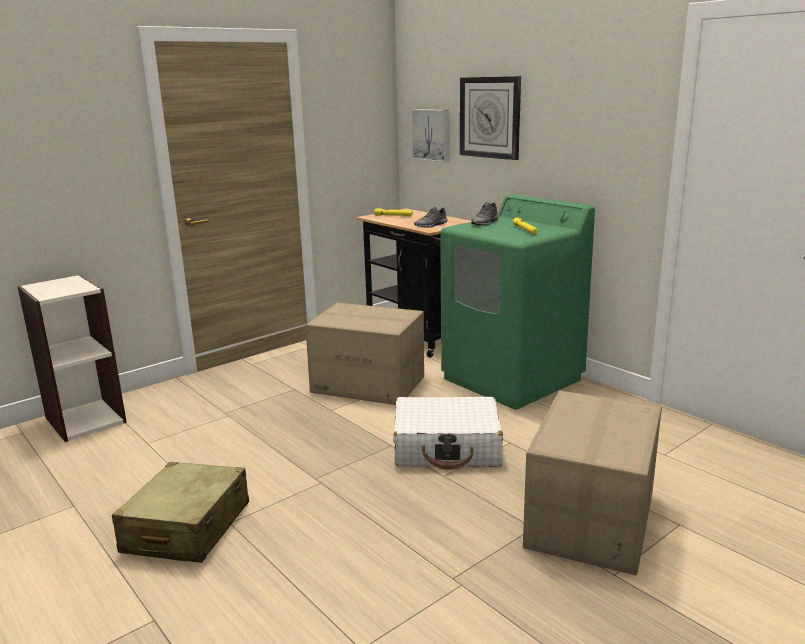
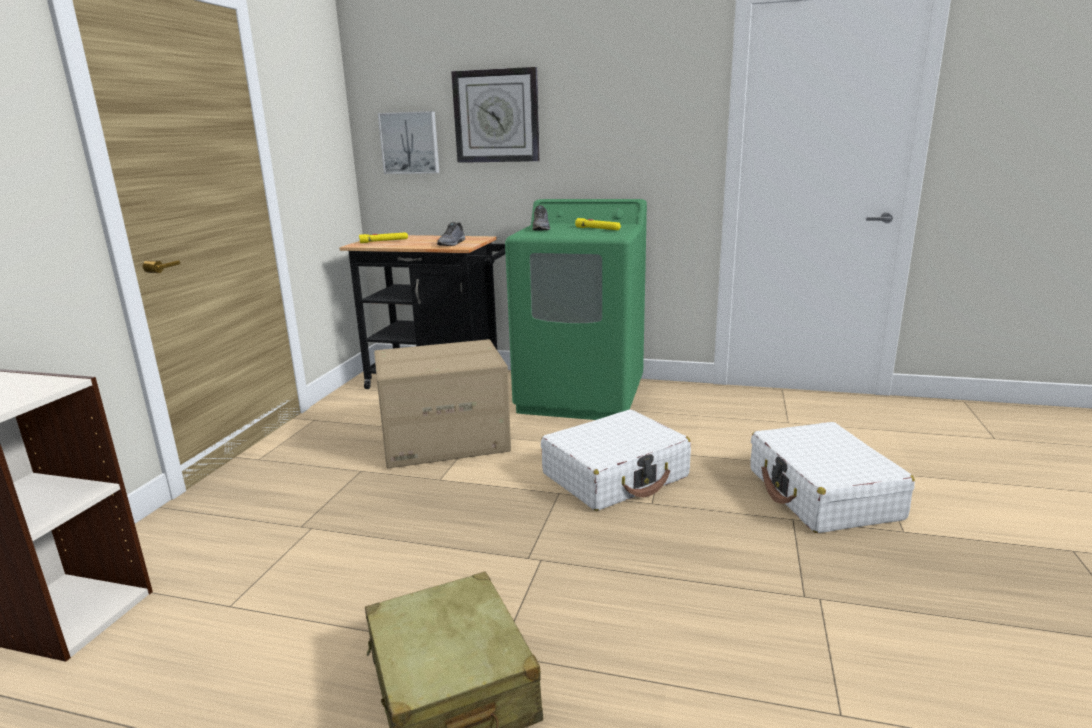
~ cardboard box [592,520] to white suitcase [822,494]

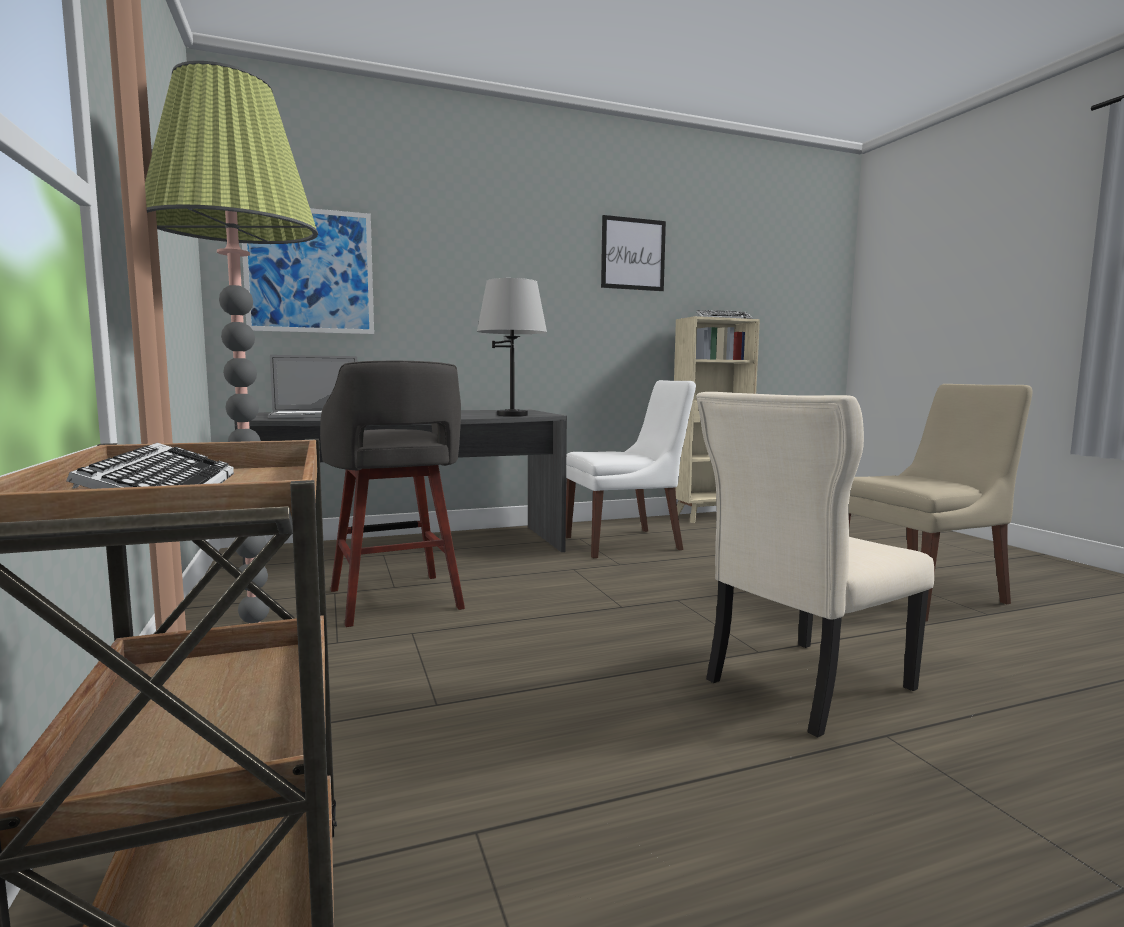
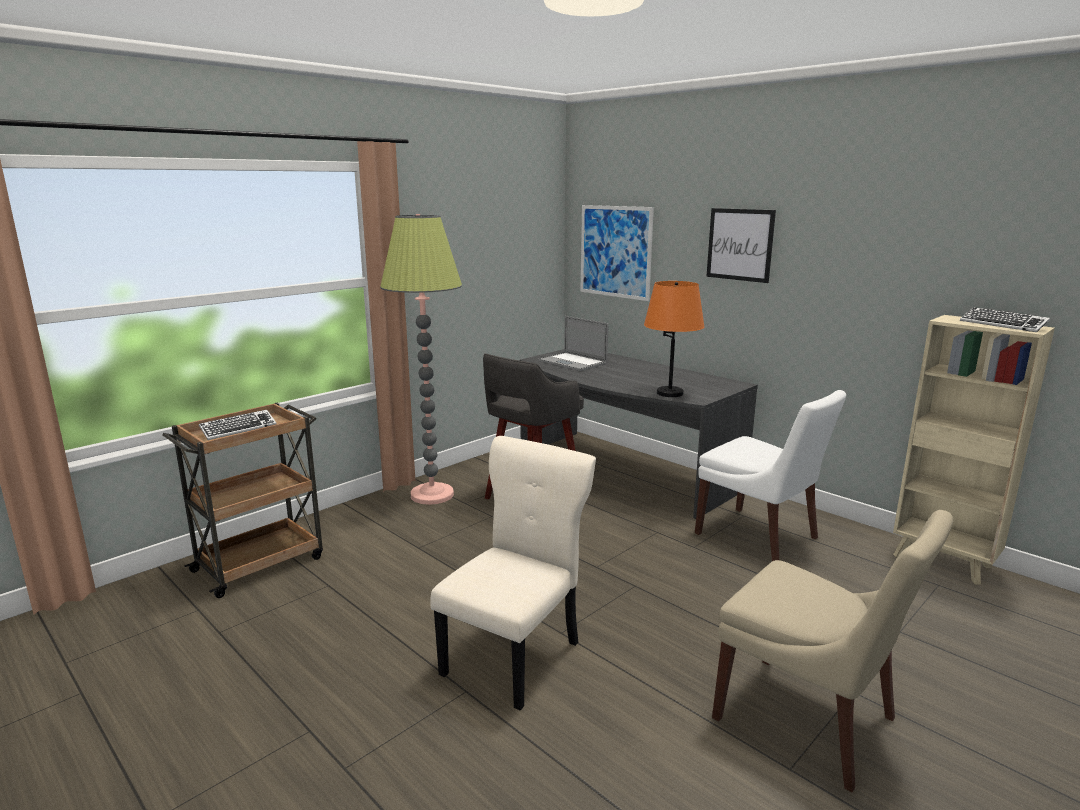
~ picture [633,254] to [740,244]
~ grey table lamp [512,415] to orange table lamp [670,393]
~ beige chair [803,686] = [515,655] 90 degrees clockwise

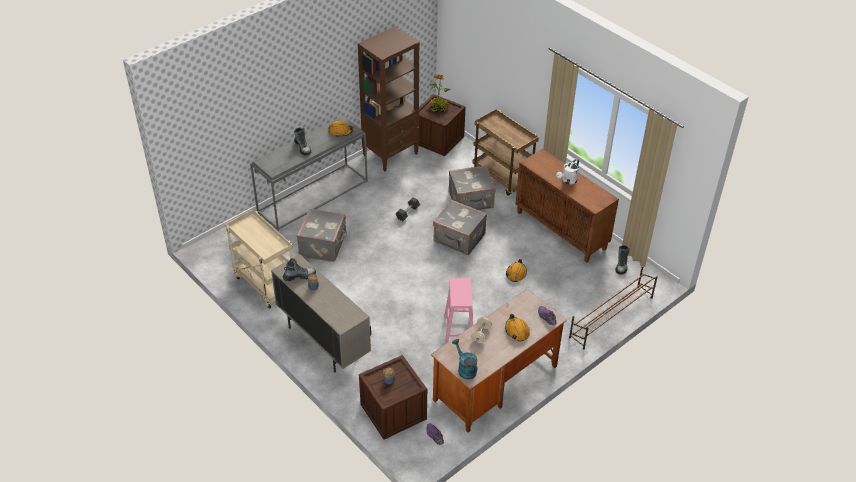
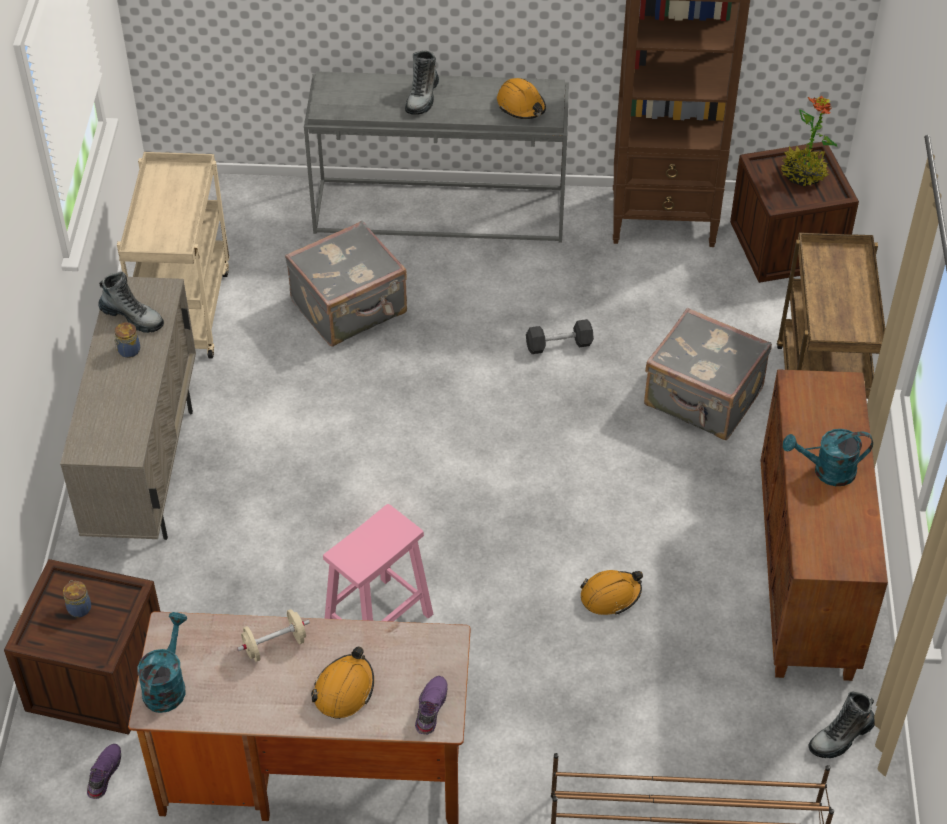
~ white watering can [567,181] to turquoise watering can [826,471]
- grey suitcase [459,239]

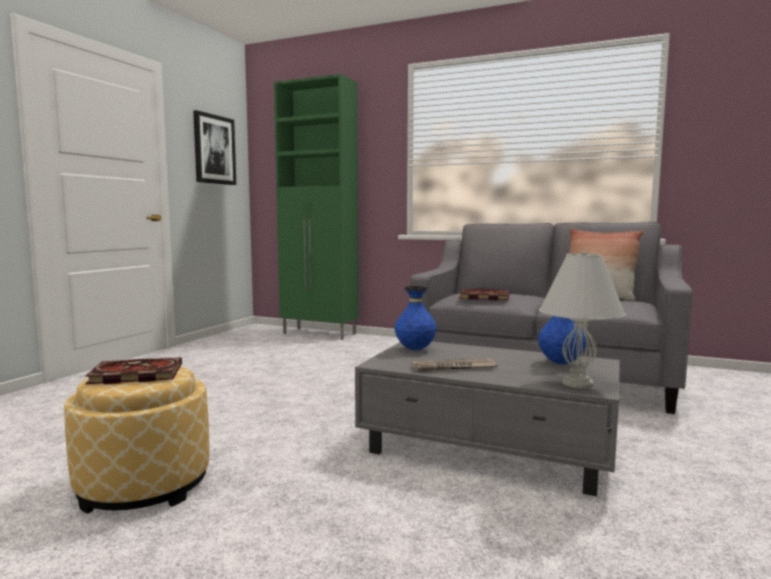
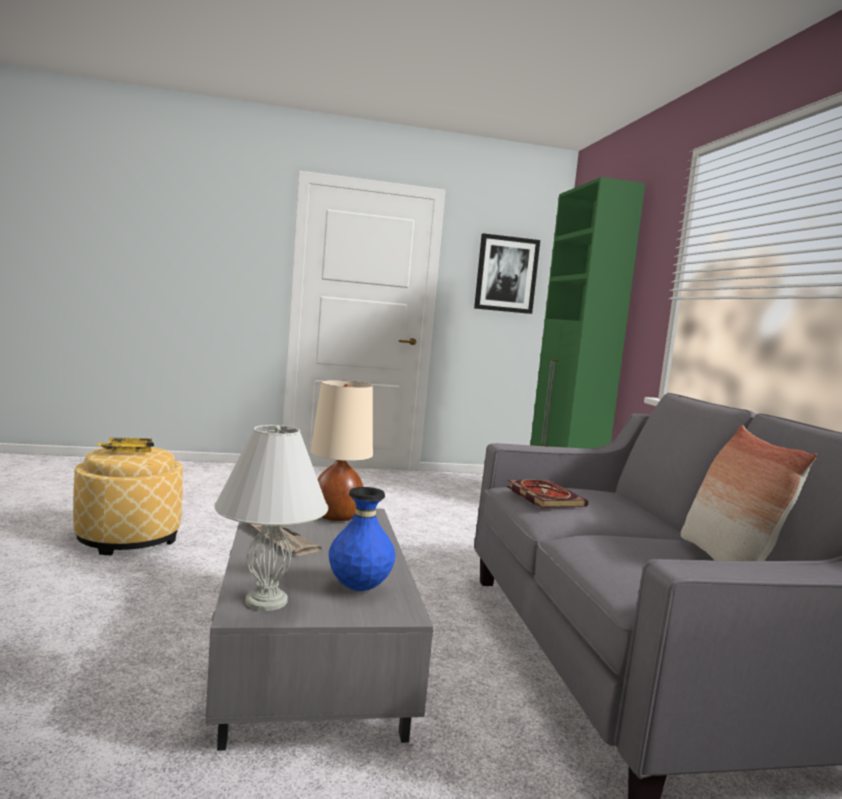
~ blue vase [415,349] to beige table lamp [337,517]
~ book [134,375] to yellow tray [128,451]

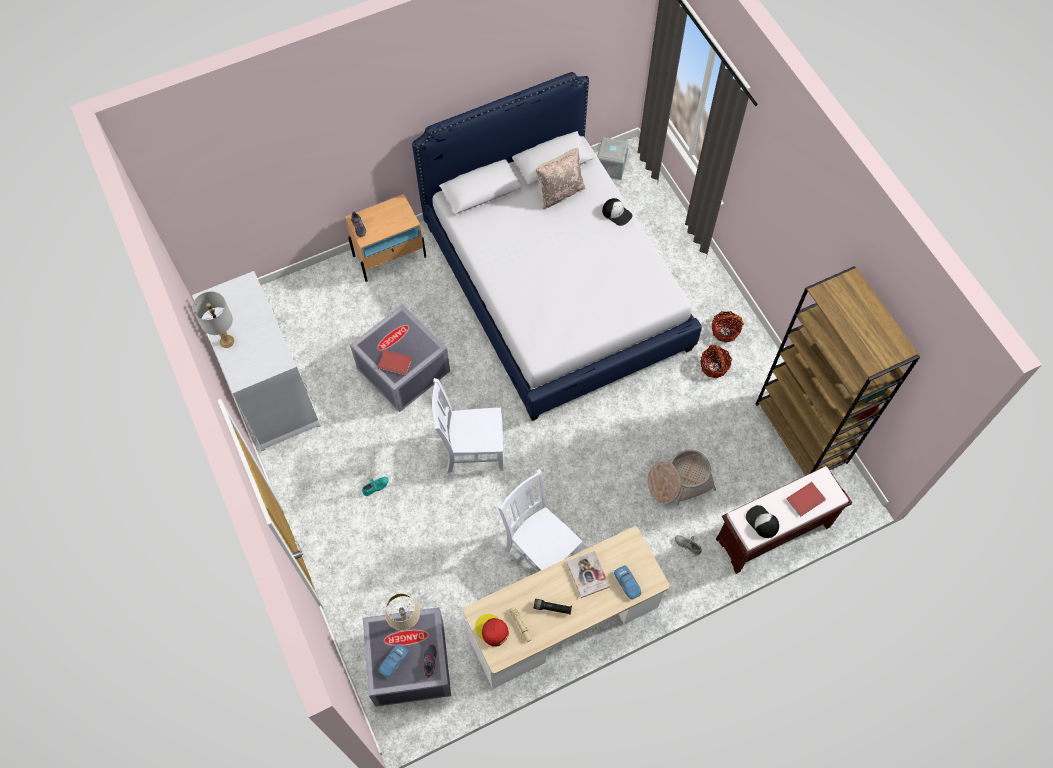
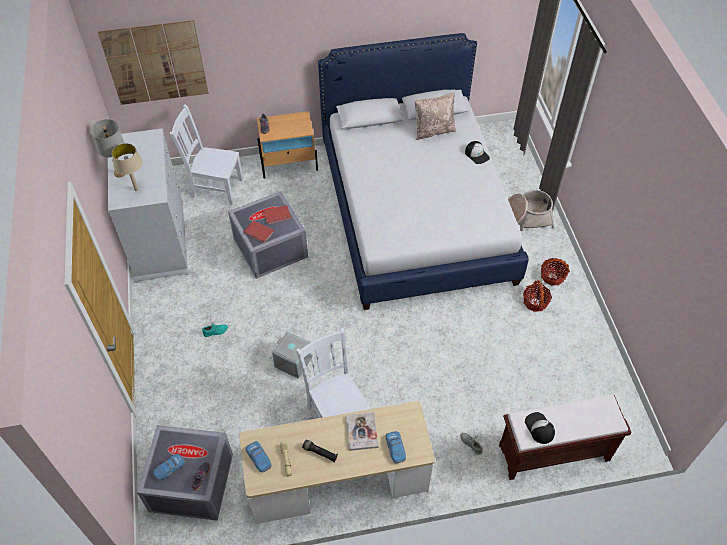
~ grey storage box [610,167] to [293,362]
- brown bookcase [802,433]
~ white chair [471,450] to [215,187]
~ basket [679,481] to [526,217]
~ red book [806,500] to [277,216]
~ beige table lamp [407,624] to [136,189]
~ red cap [492,630] to toy car [259,458]
+ picture [156,63]

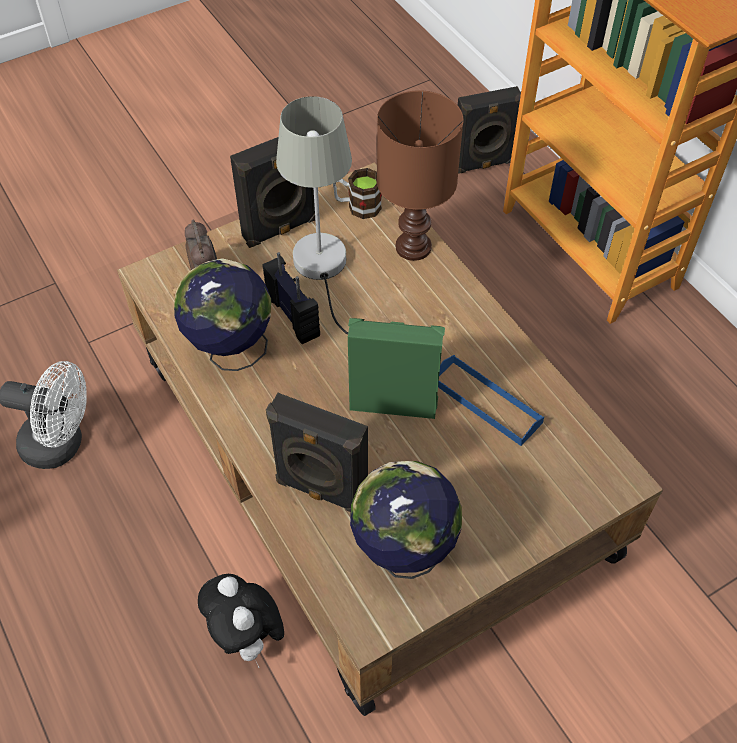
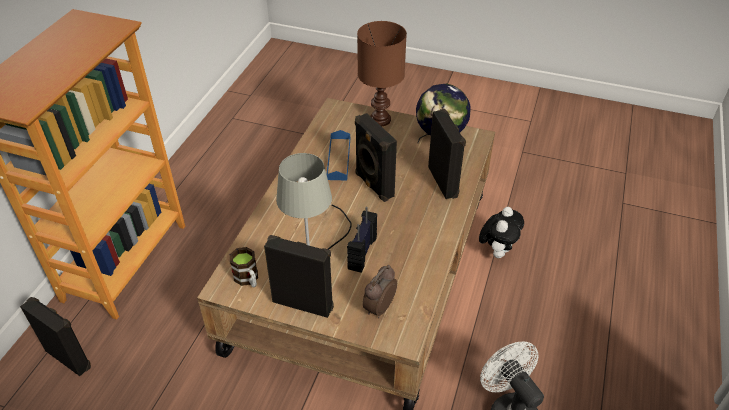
~ brown table lamp [412,248] to [381,119]
- globe [231,352]
~ green speaker [393,403] to black speaker [373,185]

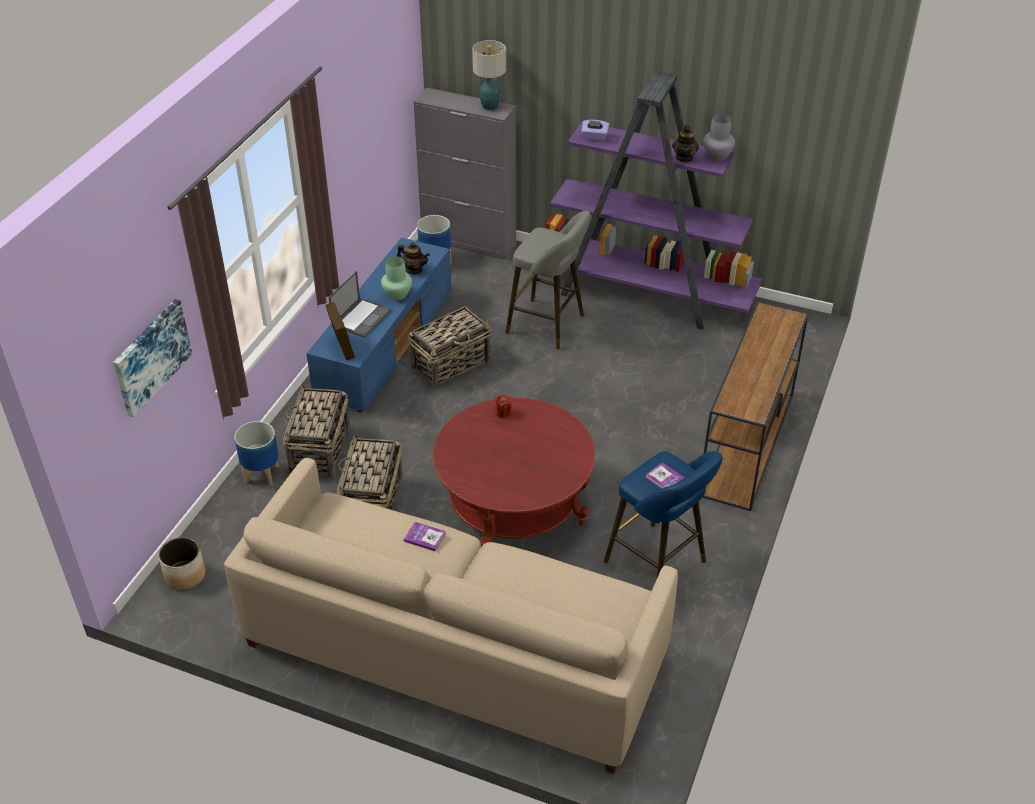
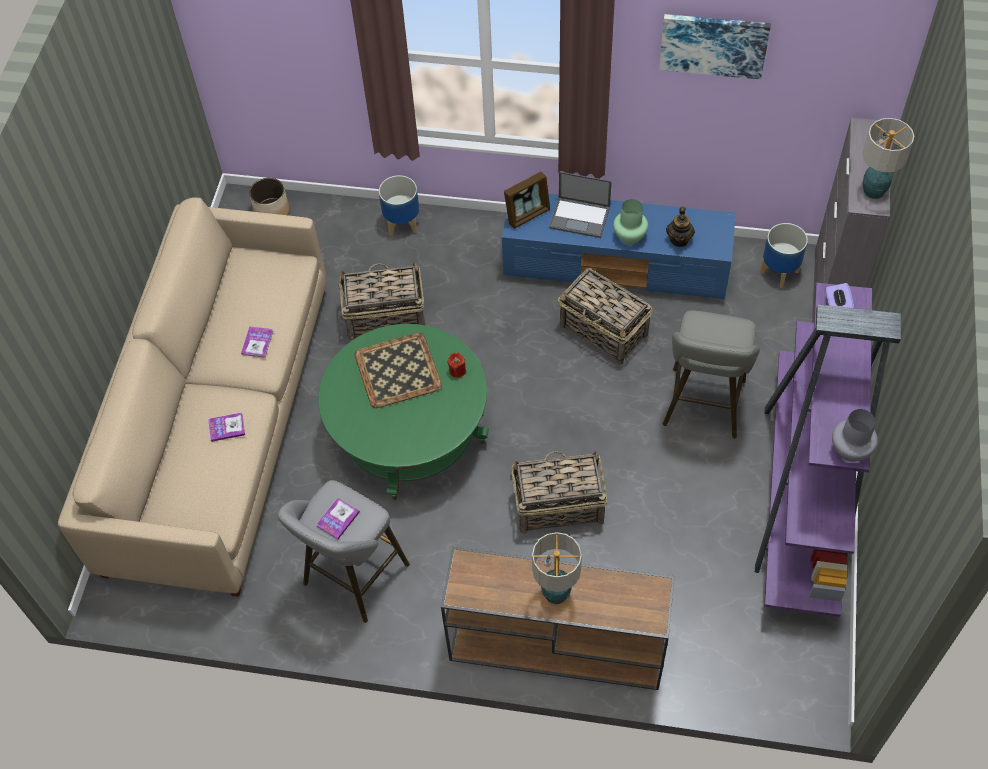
- teapot [684,157]
~ picture [151,356] to [713,44]
~ basket [320,450] to [557,506]
~ red coffee table [513,504] to green coffee table [409,433]
~ blue stool [659,565] to grey stool [352,579]
+ tray [398,371]
+ book [227,427]
+ table lamp [555,594]

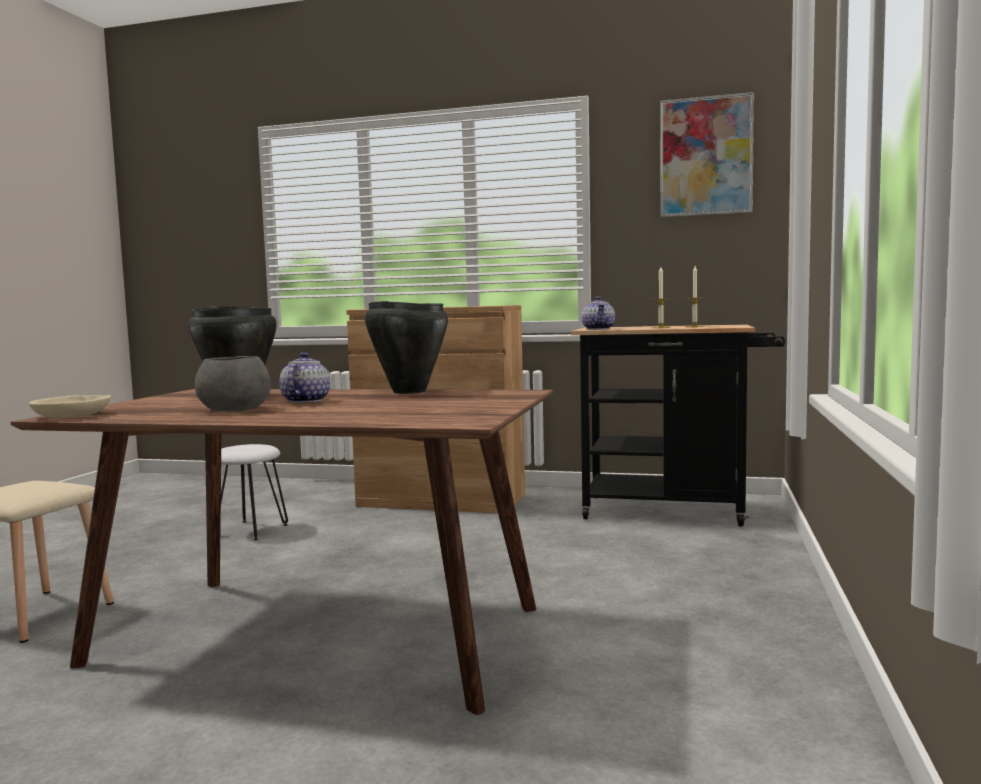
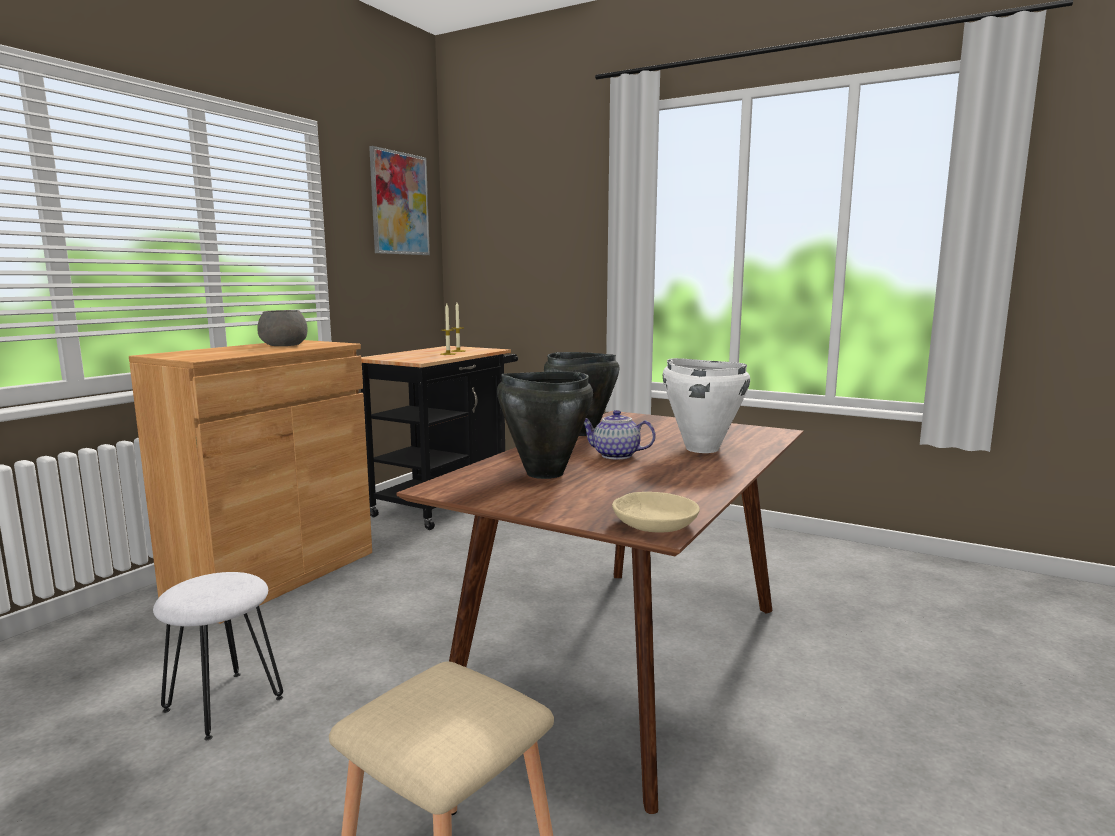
- teapot [598,329]
~ grey bowl [236,409] to [284,345]
+ white cooking pot [701,449]

